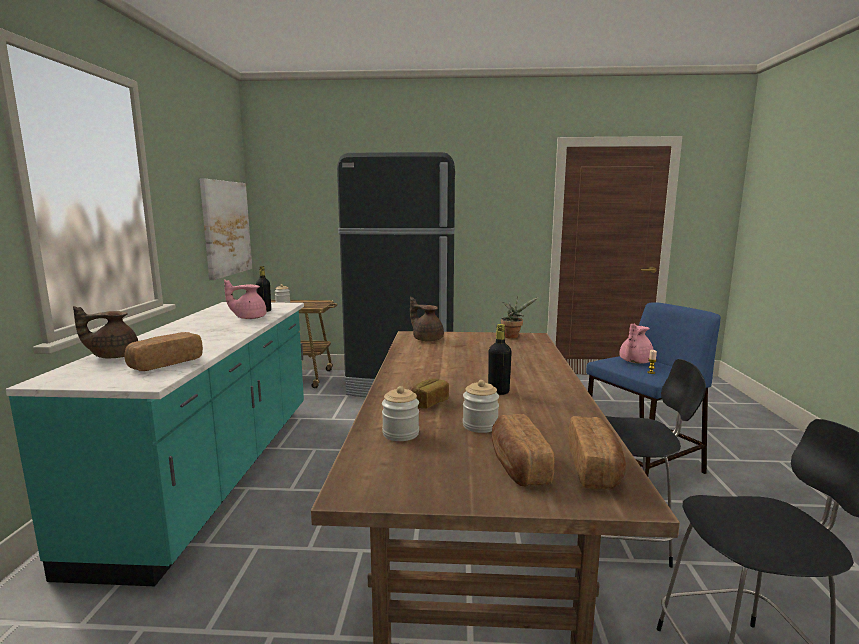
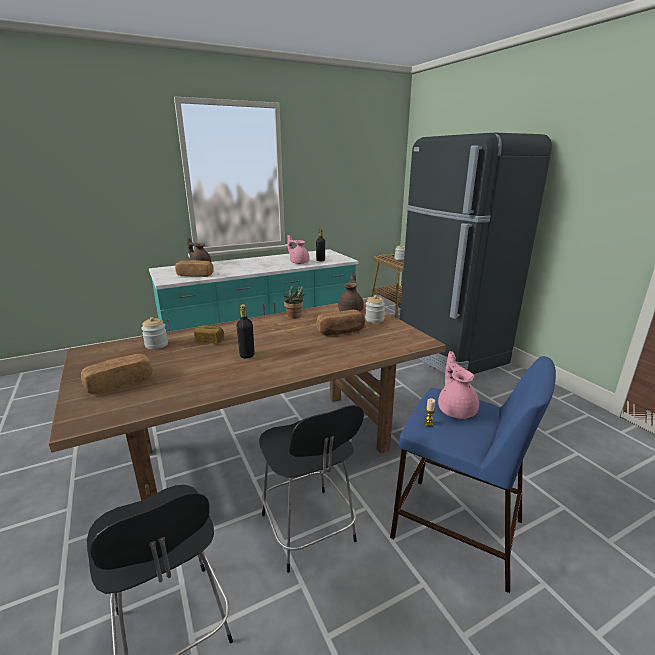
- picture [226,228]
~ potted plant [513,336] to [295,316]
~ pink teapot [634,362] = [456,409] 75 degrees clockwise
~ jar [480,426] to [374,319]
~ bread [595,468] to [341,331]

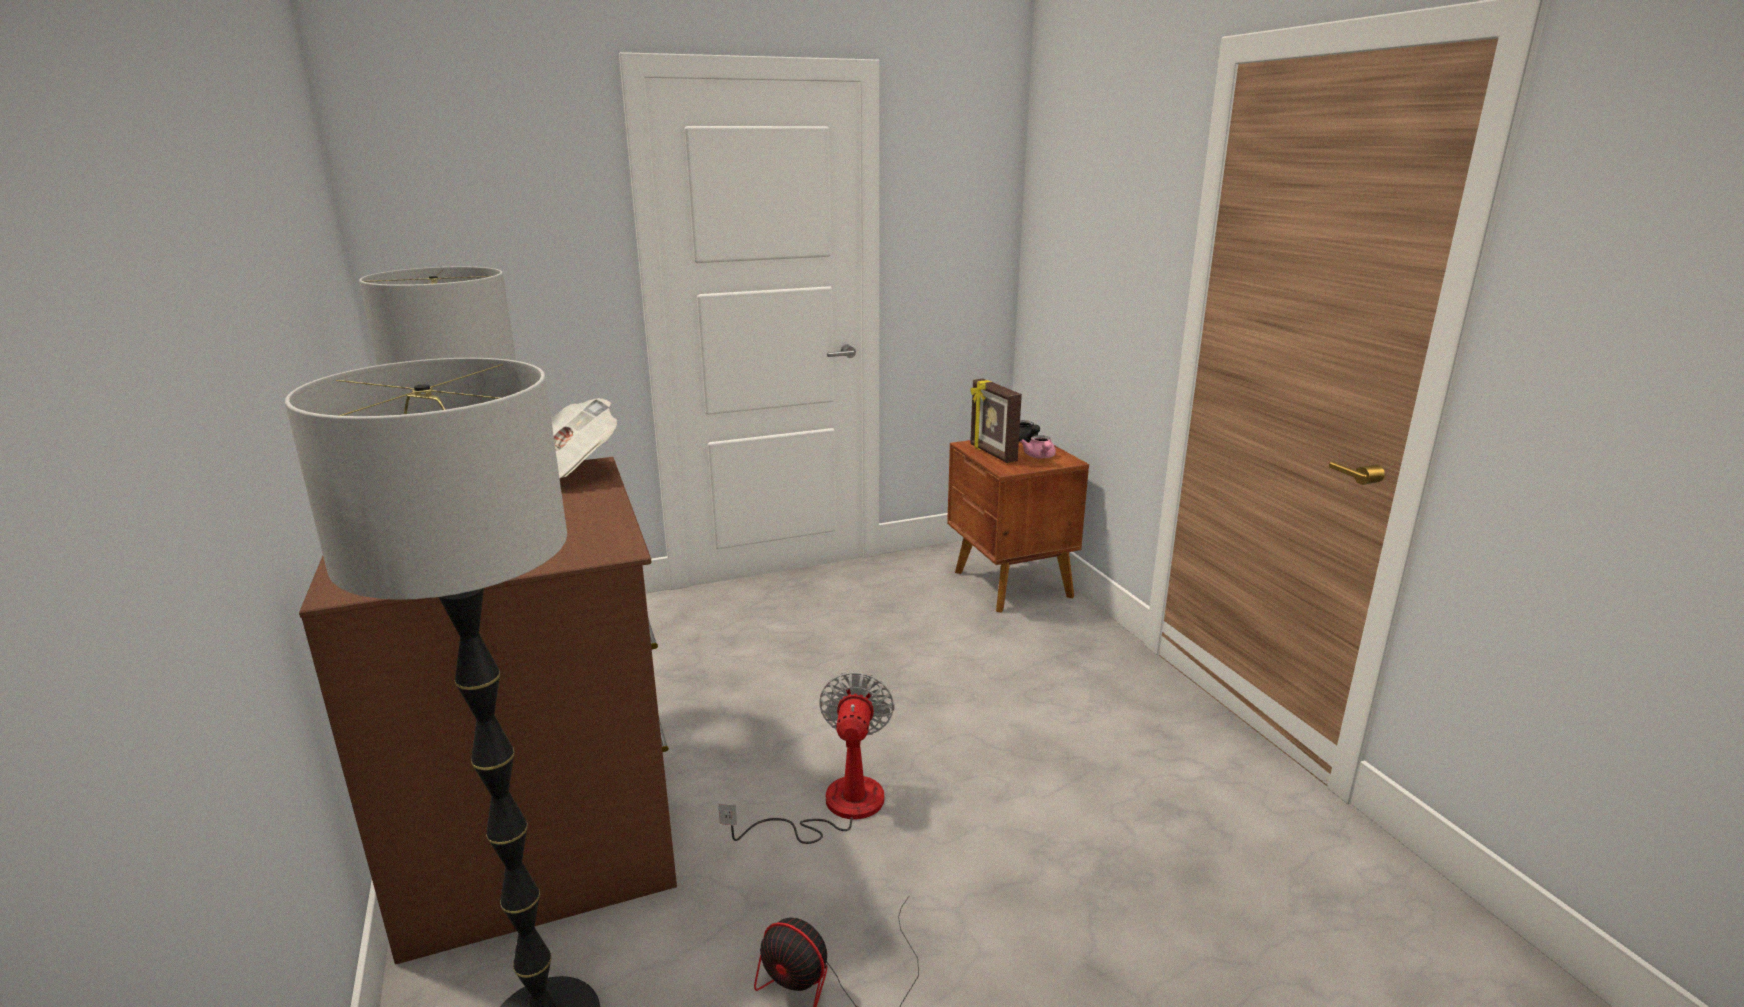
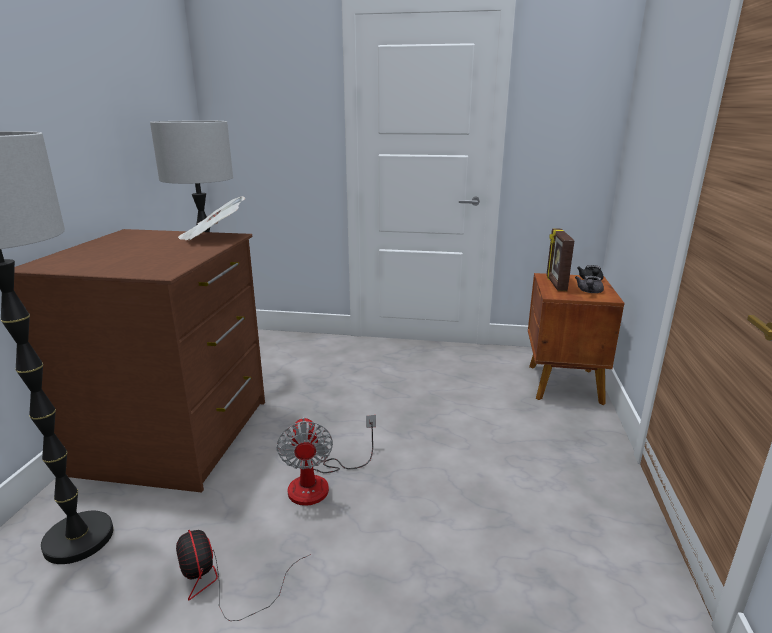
~ pink teapot [1040,457] to grey teapot [589,292]
~ fan [834,807] = [320,483] 135 degrees clockwise

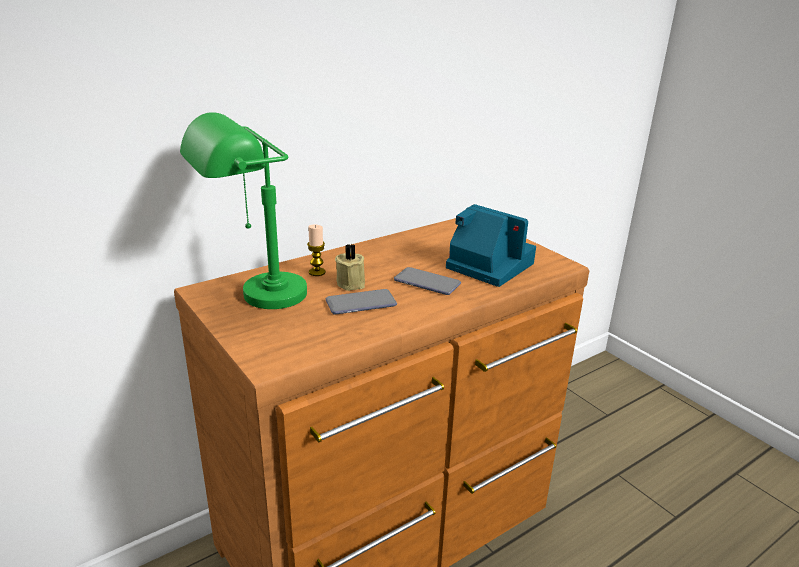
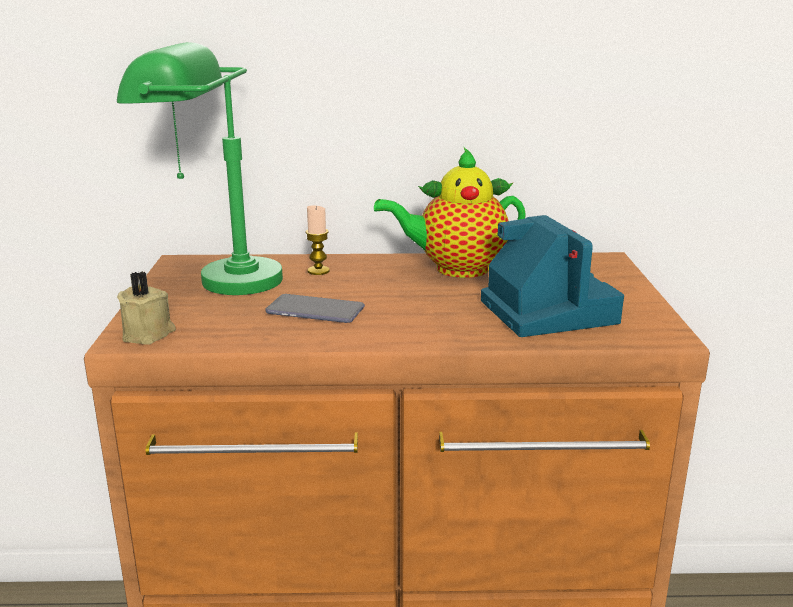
~ beige candle [352,283] to [149,334]
- phone [427,282]
+ teapot [455,269]

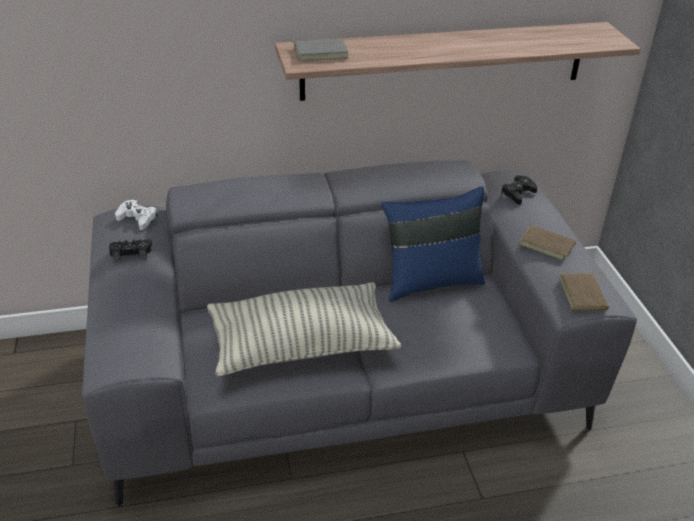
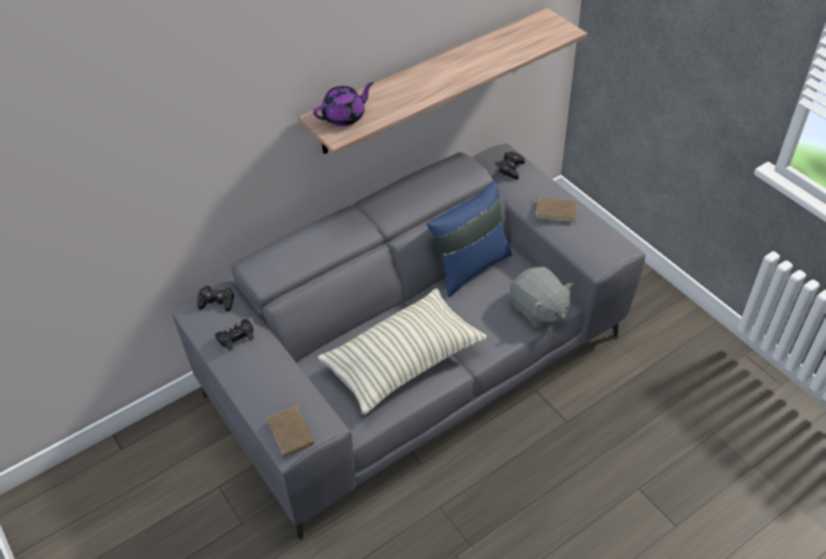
~ grey book [320,52] to purple teapot [345,116]
~ white game controller [137,218] to black game controller [217,301]
~ brown book [584,295] to [292,432]
+ grey plush toy [538,310]

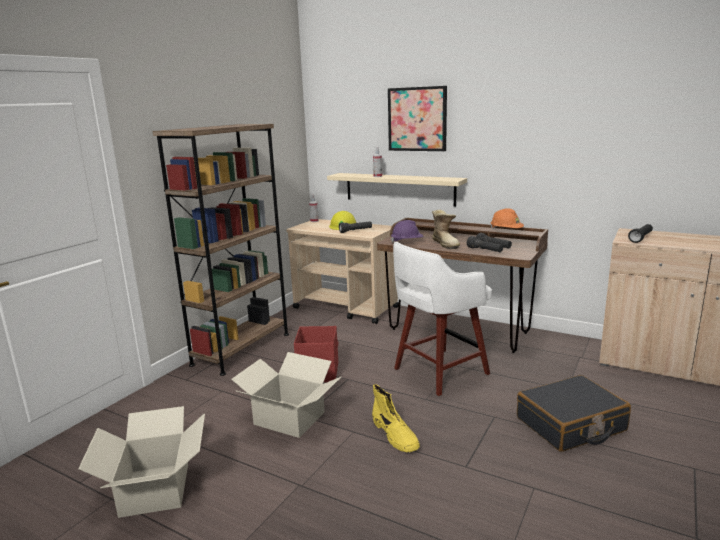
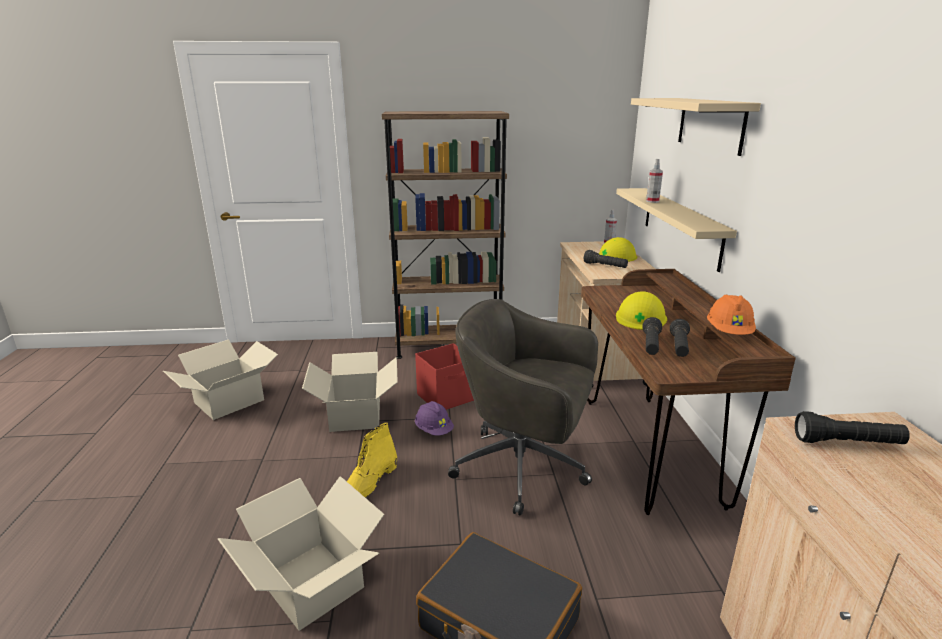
~ picture [417,119] to beige shelf [710,124]
~ boot [446,244] to yellow hard hat [641,317]
~ purple hard hat [407,242] to [434,430]
~ white stool [438,372] to grey office chair [524,468]
+ cardboard box [310,584]

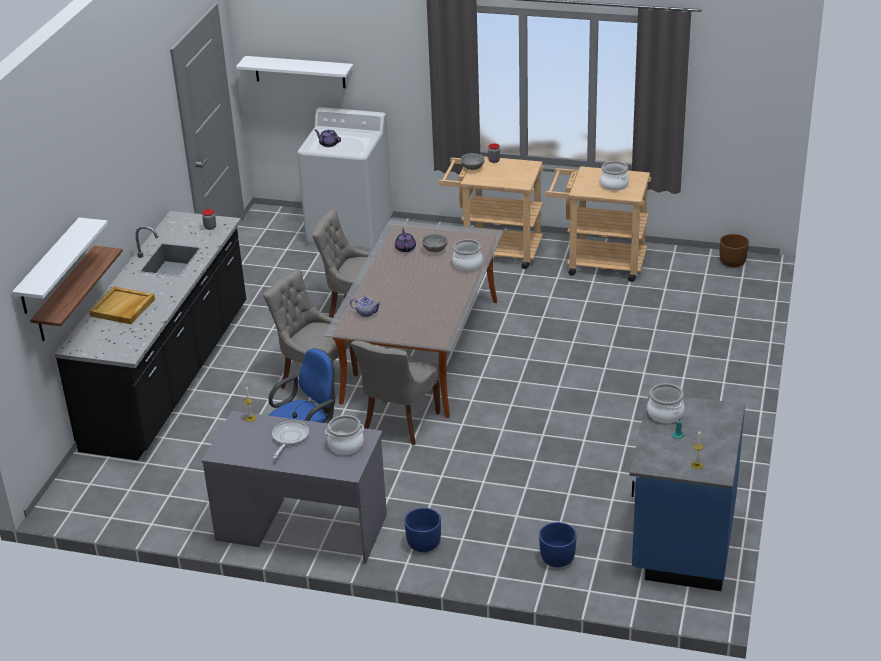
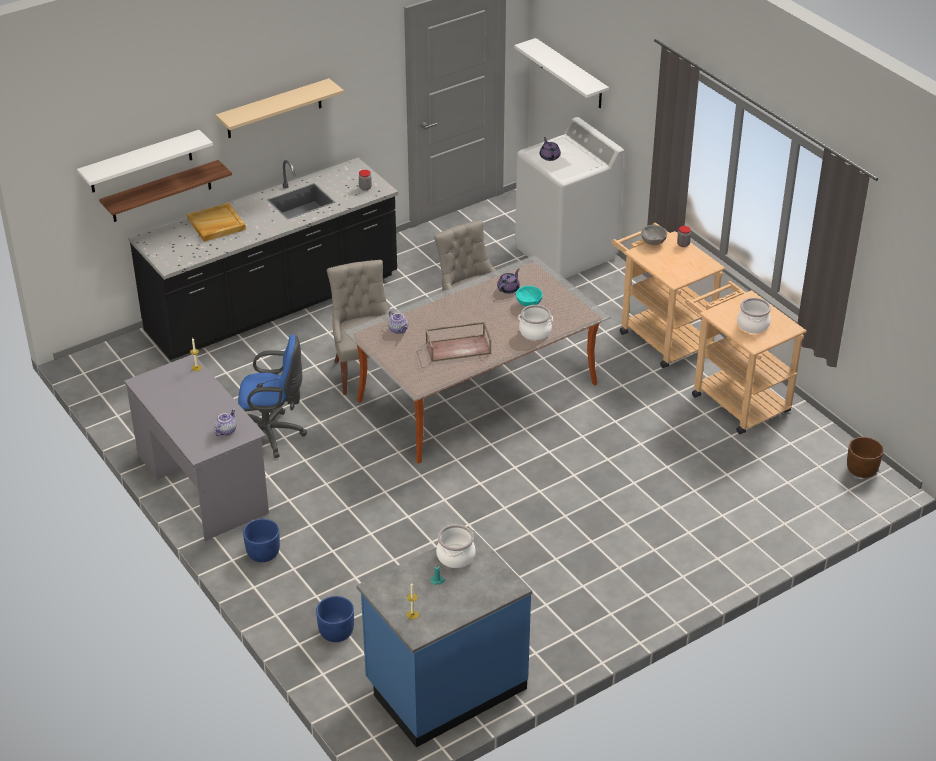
~ grey bowl [435,250] to turquoise bowl [529,304]
- grey chair [399,423]
~ cooking pot [346,445] to teapot [225,430]
- frying pan [289,438]
+ beige shelf [274,109]
+ brown tray [458,347]

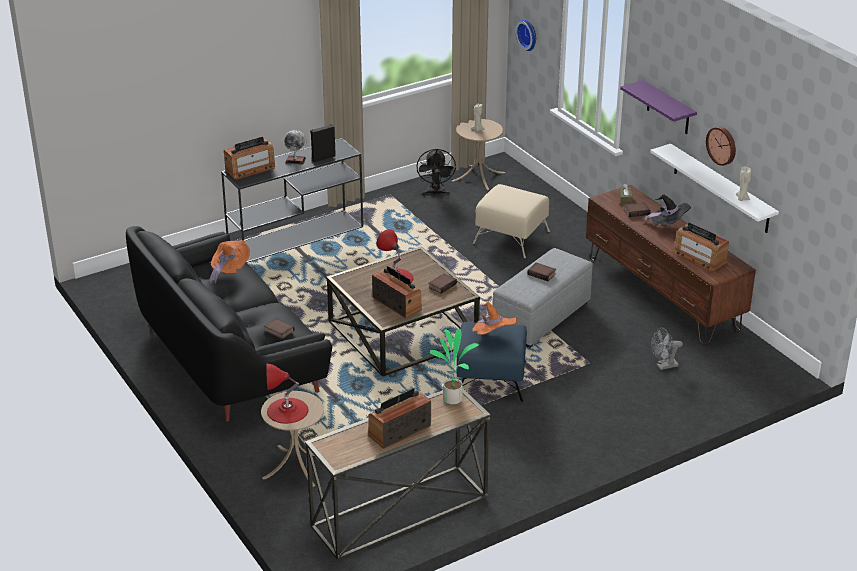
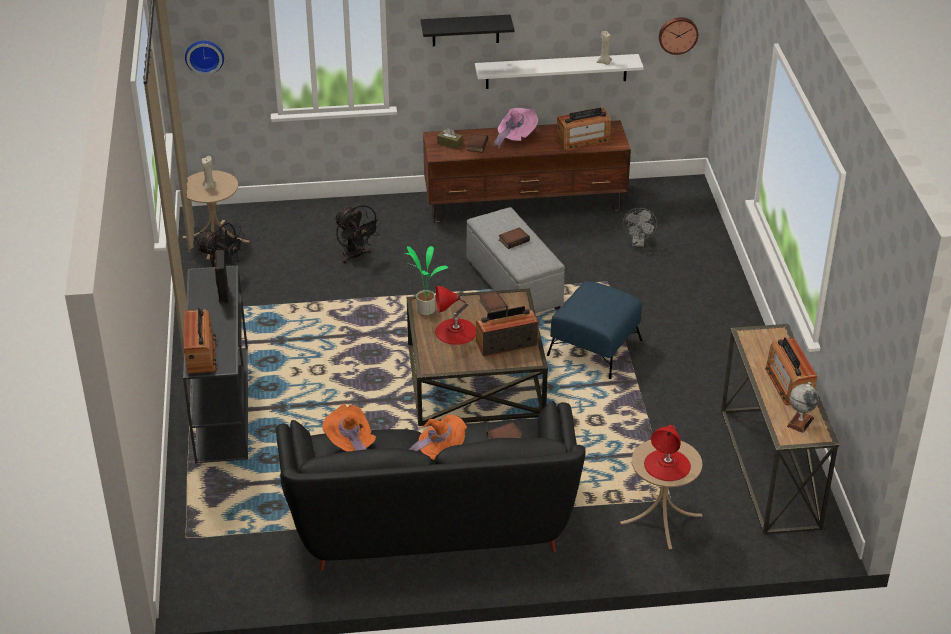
~ purple shelf [668,108] to black shelf [465,30]
~ wall clock [722,145] to [678,34]
~ globe [295,160] to [800,422]
~ beige ottoman [511,237] to black fan [355,256]
~ black hat [668,226] to pink hat [515,137]
~ orange hat [493,336] to [440,450]
~ potted plant [453,398] to [425,309]

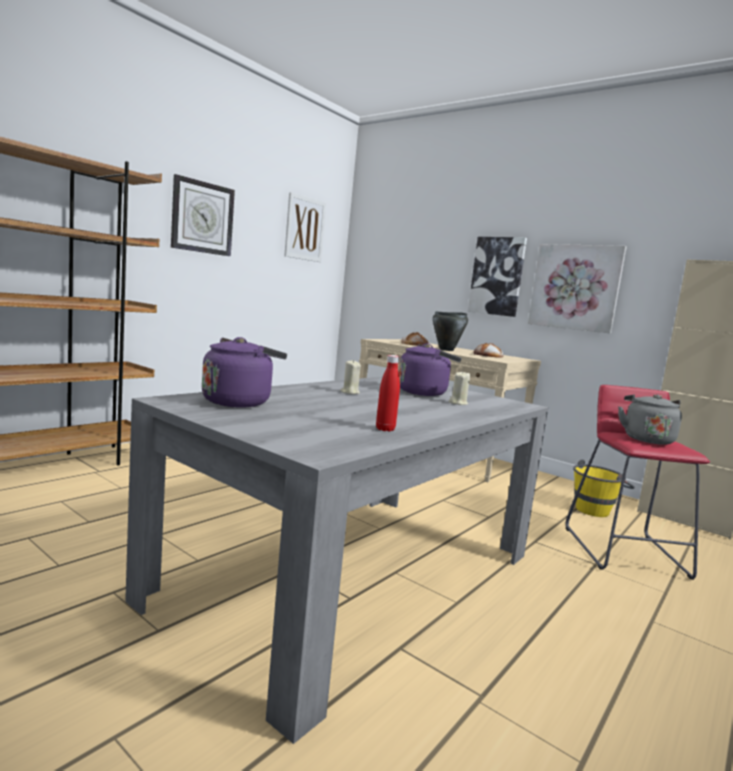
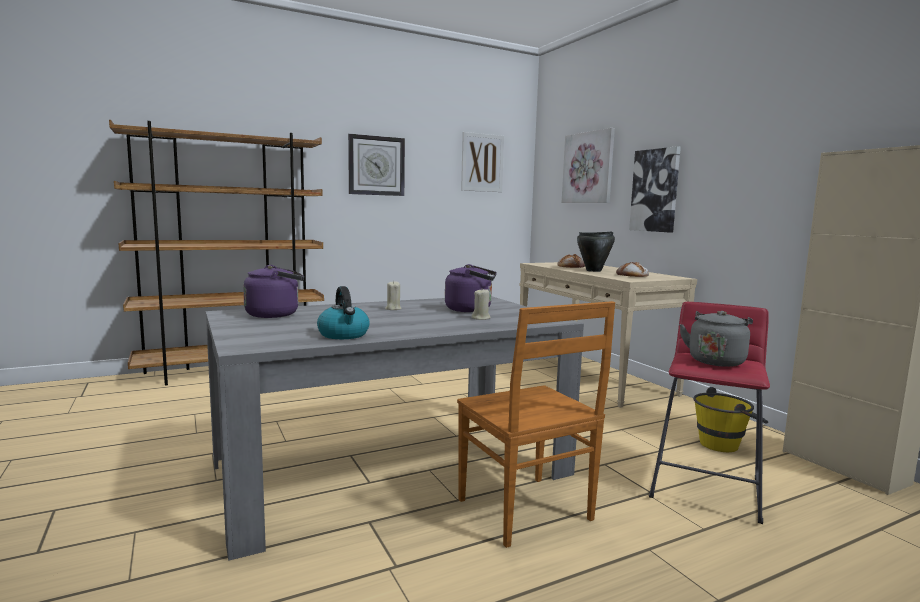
~ picture [575,287] to [588,168]
~ red bottle [385,429] to kettle [344,335]
+ brown chair [526,511]

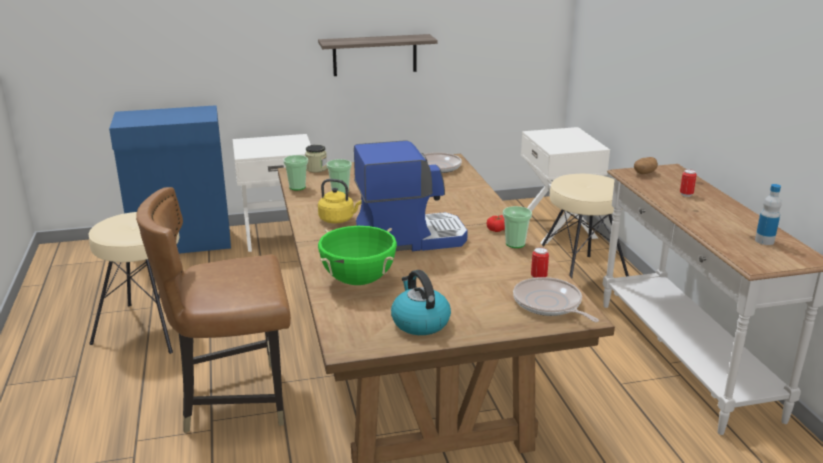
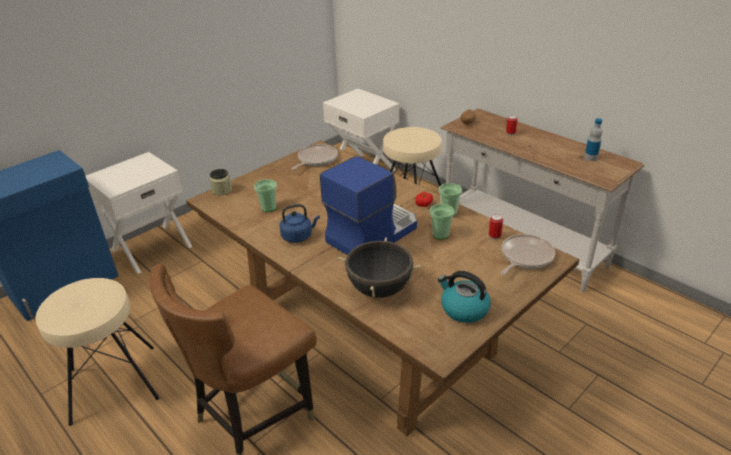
- shelf [375,55]
~ cup [297,187] to [440,234]
~ yellow kettle [338,219] to blue kettle [298,236]
~ green cooking pot [358,280] to black cooking pot [379,289]
~ frying pan [549,304] = [525,257] 105 degrees clockwise

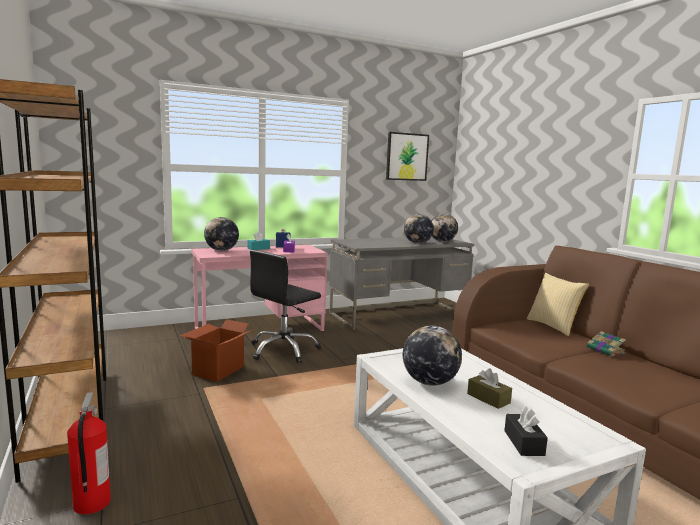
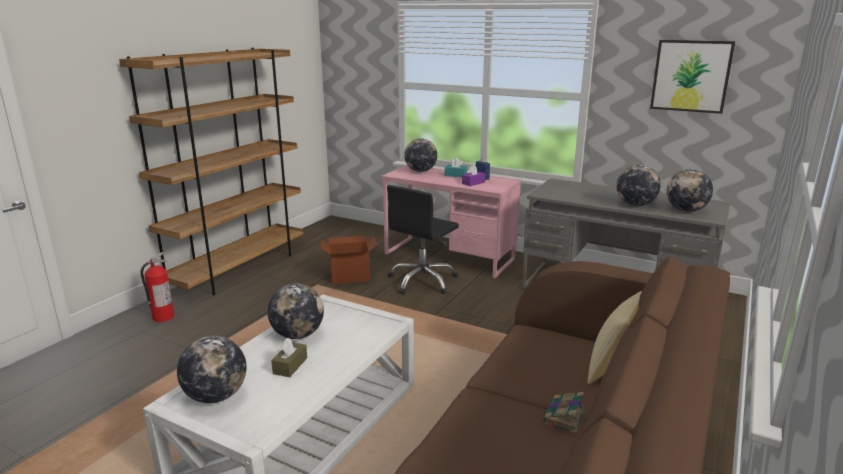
~ black office chair [284,350] = [423,281] 60 degrees counterclockwise
~ black tissue box [523,443] to globe [216,396]

